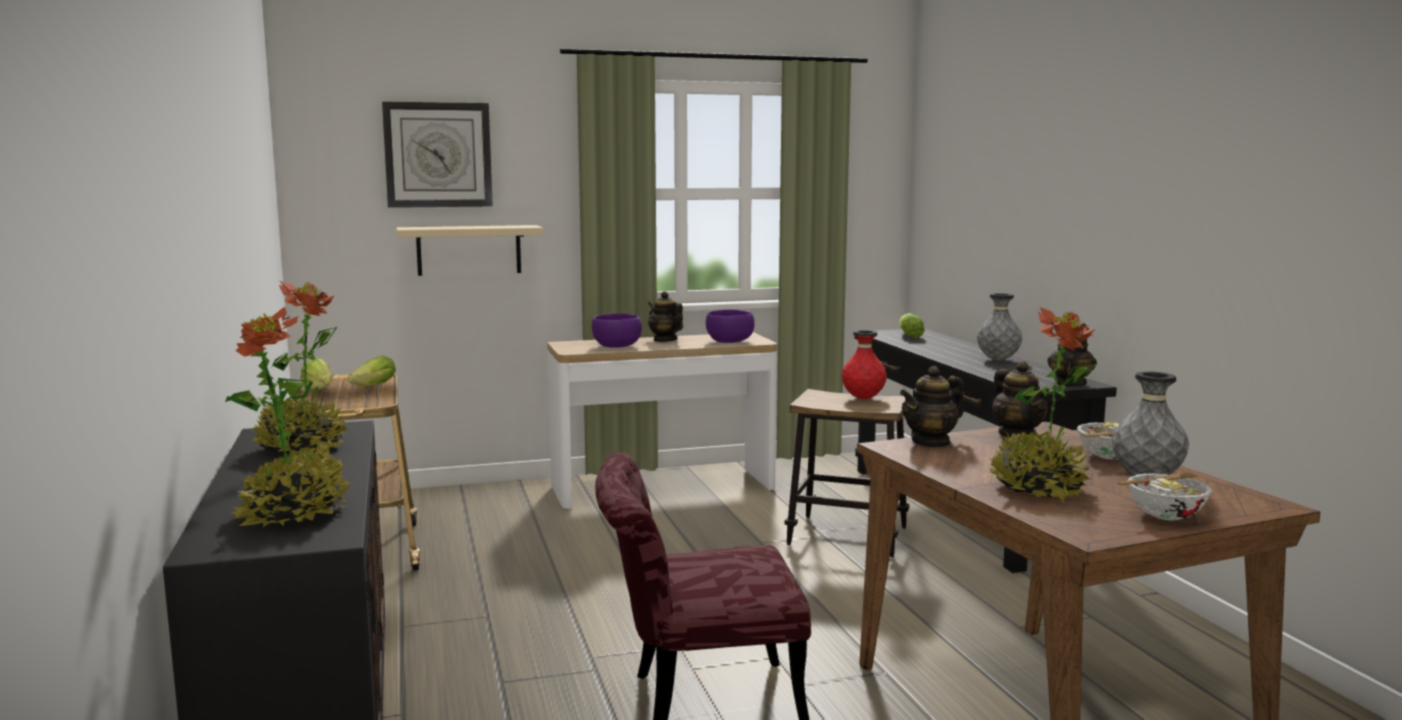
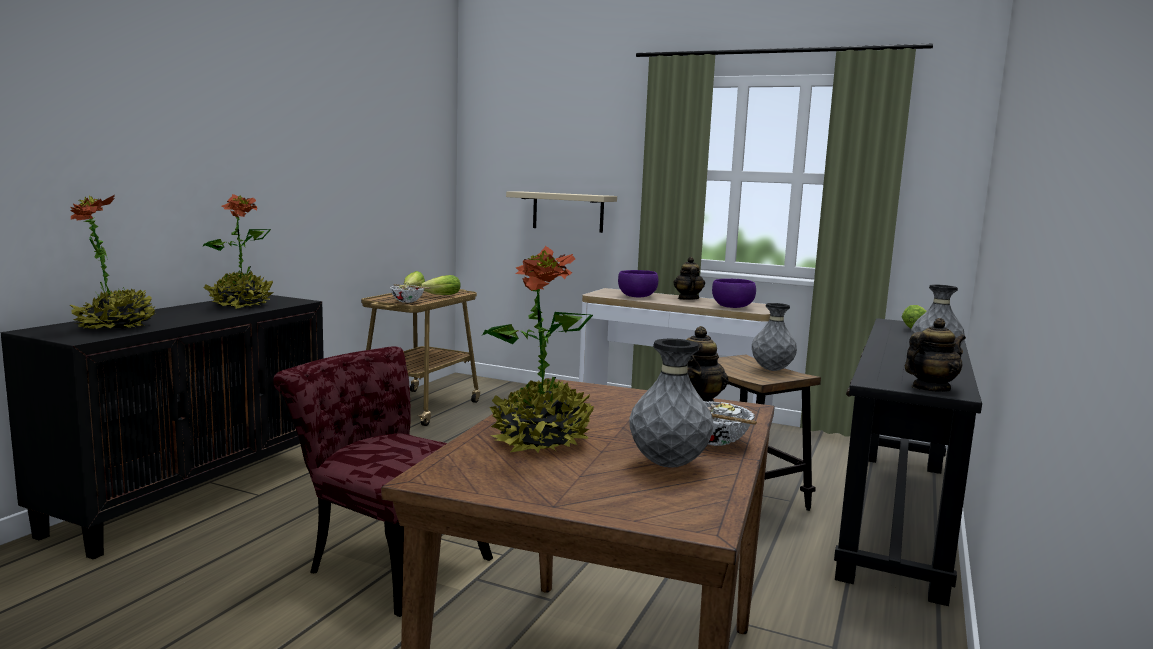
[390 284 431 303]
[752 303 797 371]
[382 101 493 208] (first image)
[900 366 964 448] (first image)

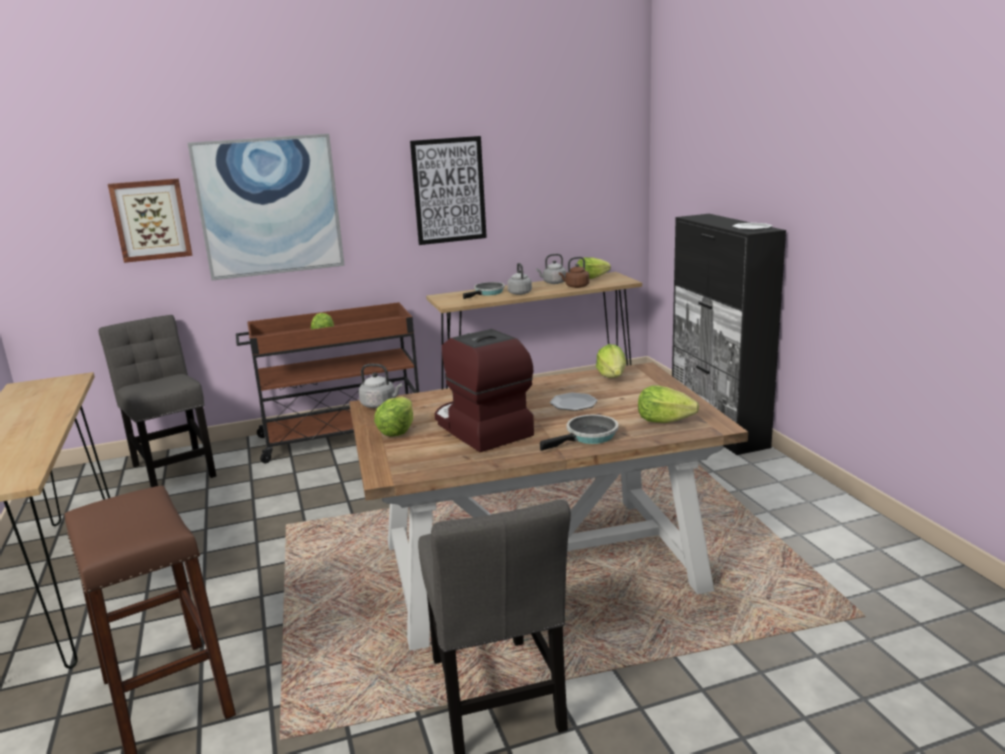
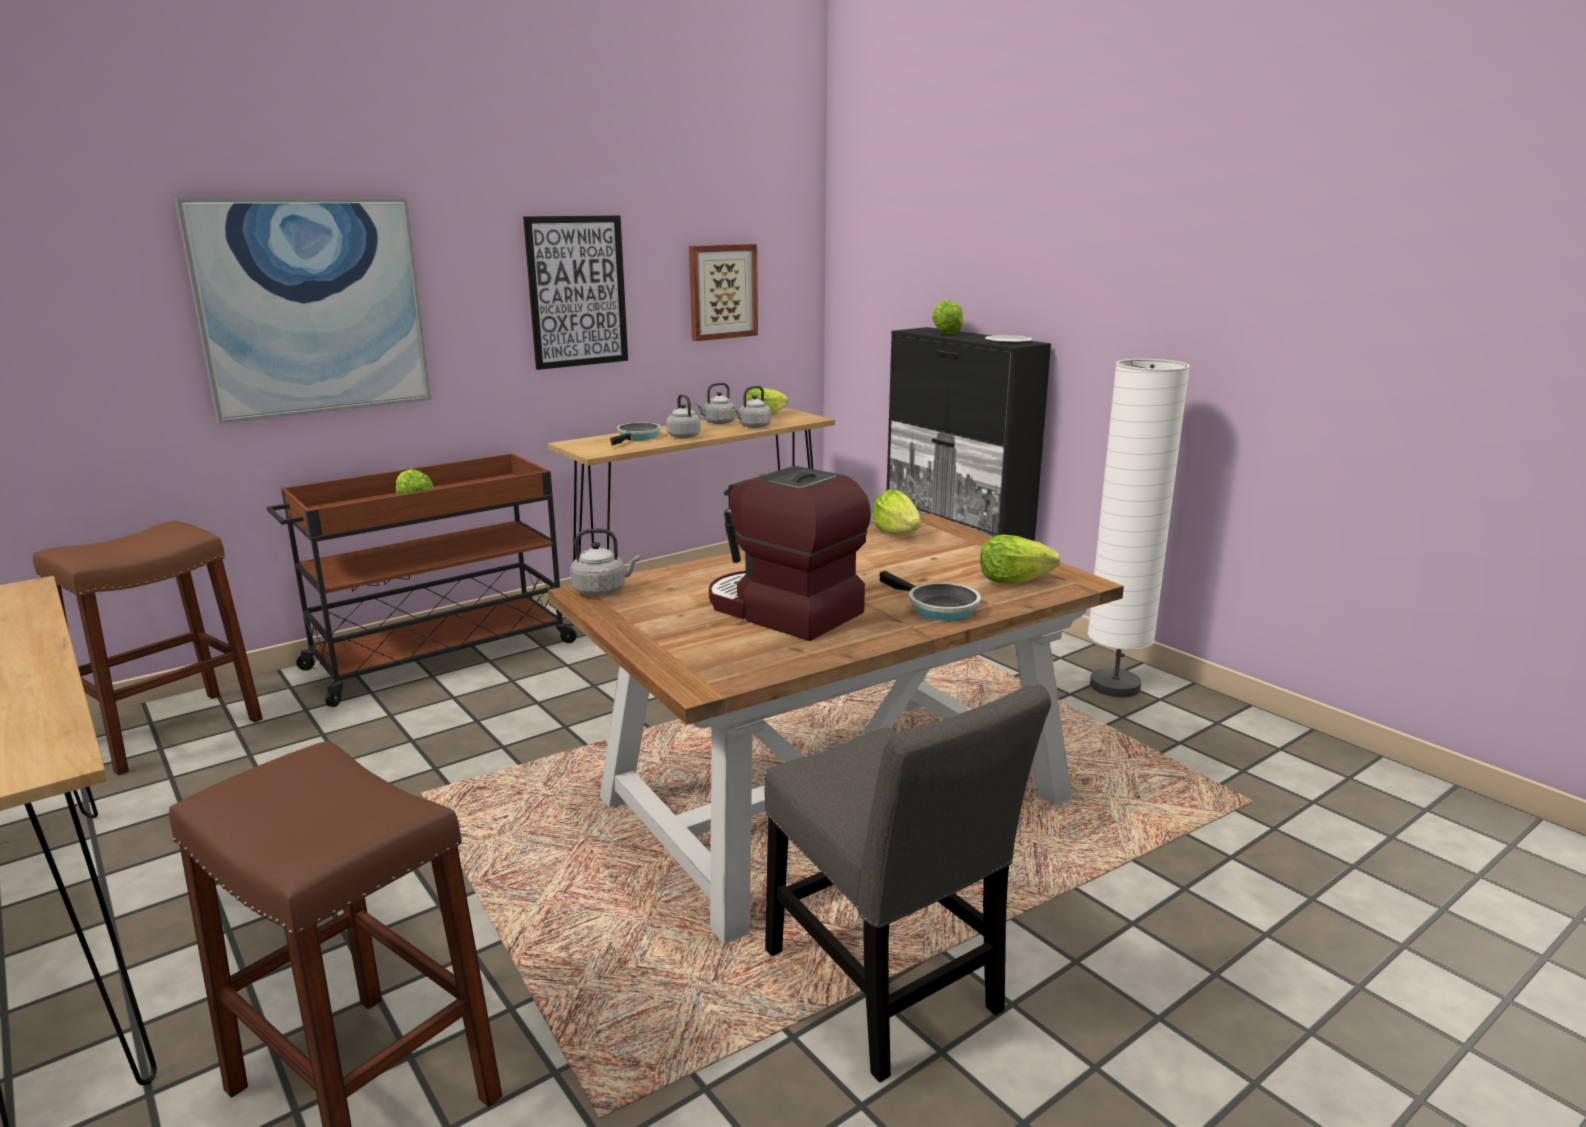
[33 521 263 775]
[689 244 758 341]
[732 386 771 428]
[880 571 981 621]
[932 300 964 334]
[1088 359 1190 697]
[550 393 598 411] (first image)

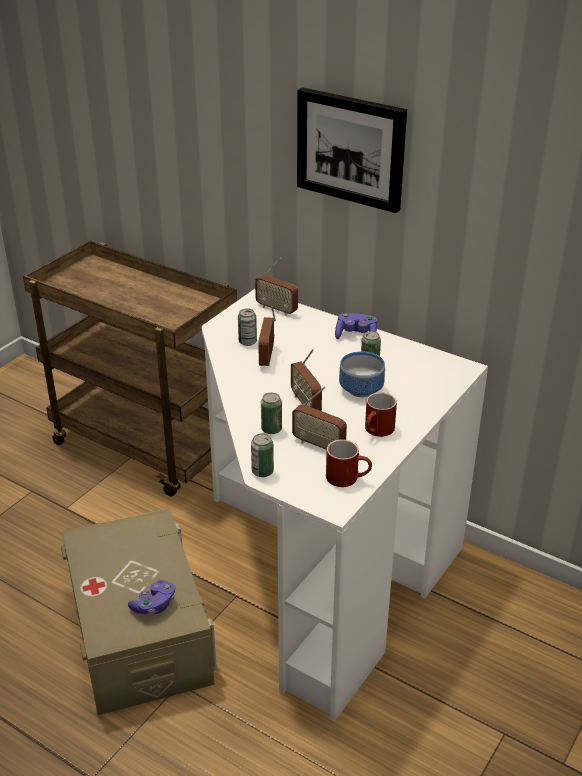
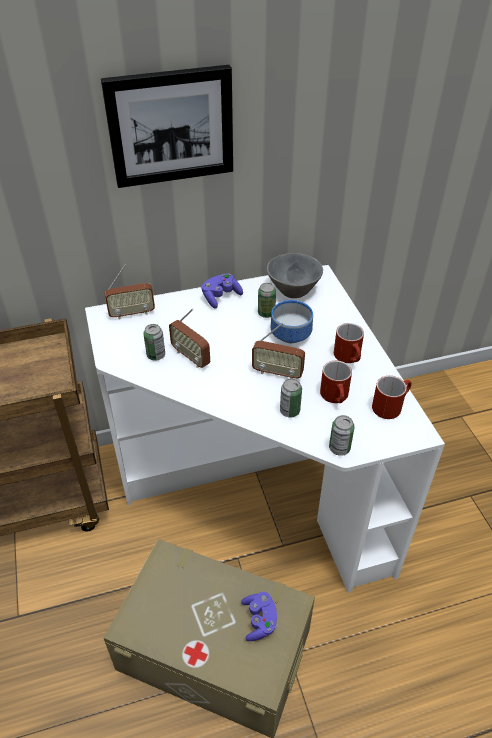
[267 253 323 298]
[320 361 352 403]

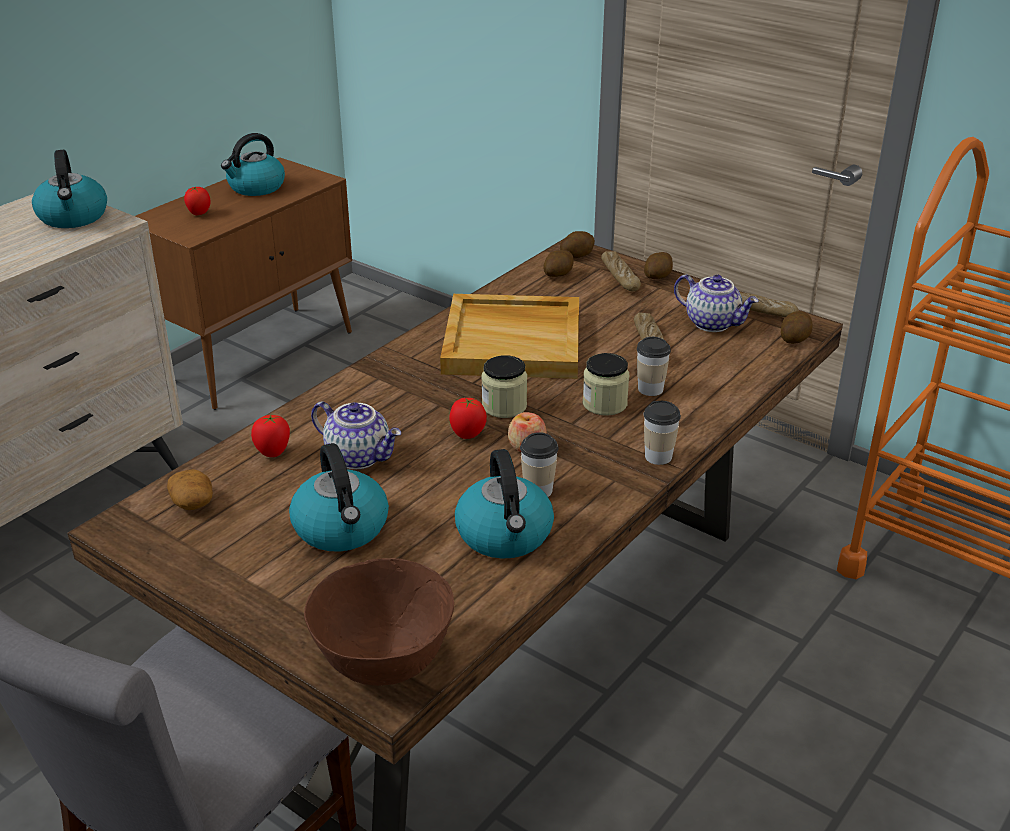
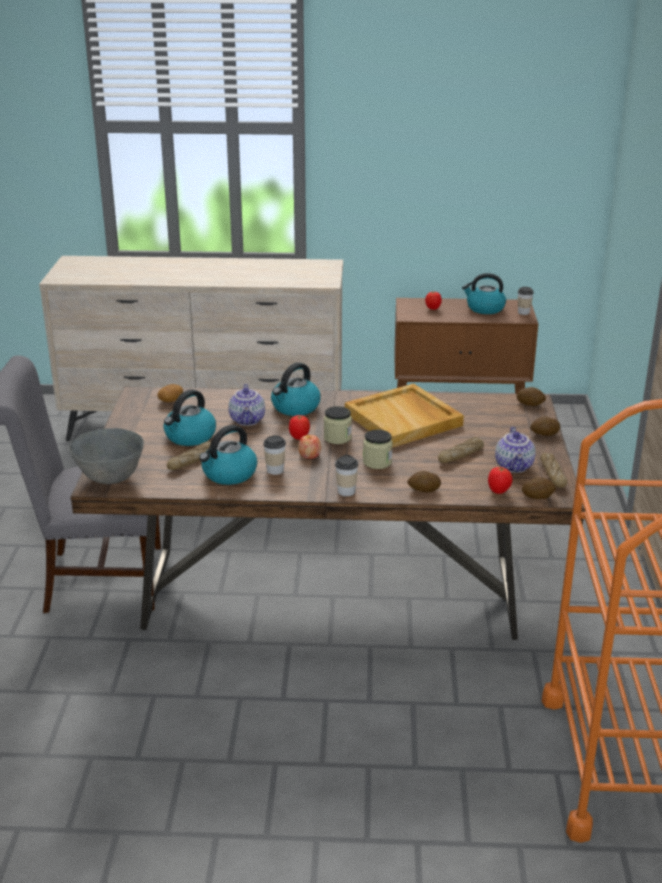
[69 428 144 484]
[167 441 211 470]
[271 363 321 416]
[407 471 441 492]
[488 467 513 494]
[518 287 534 315]

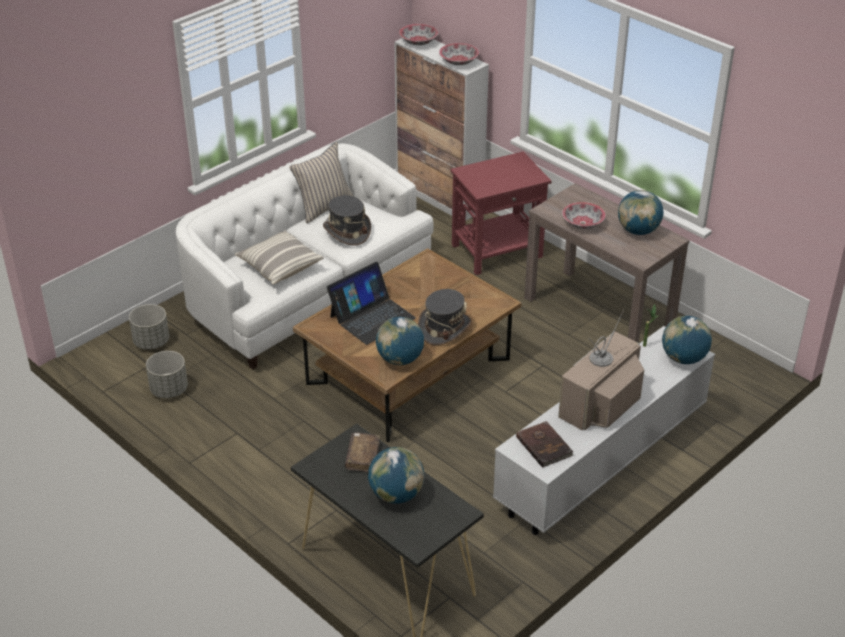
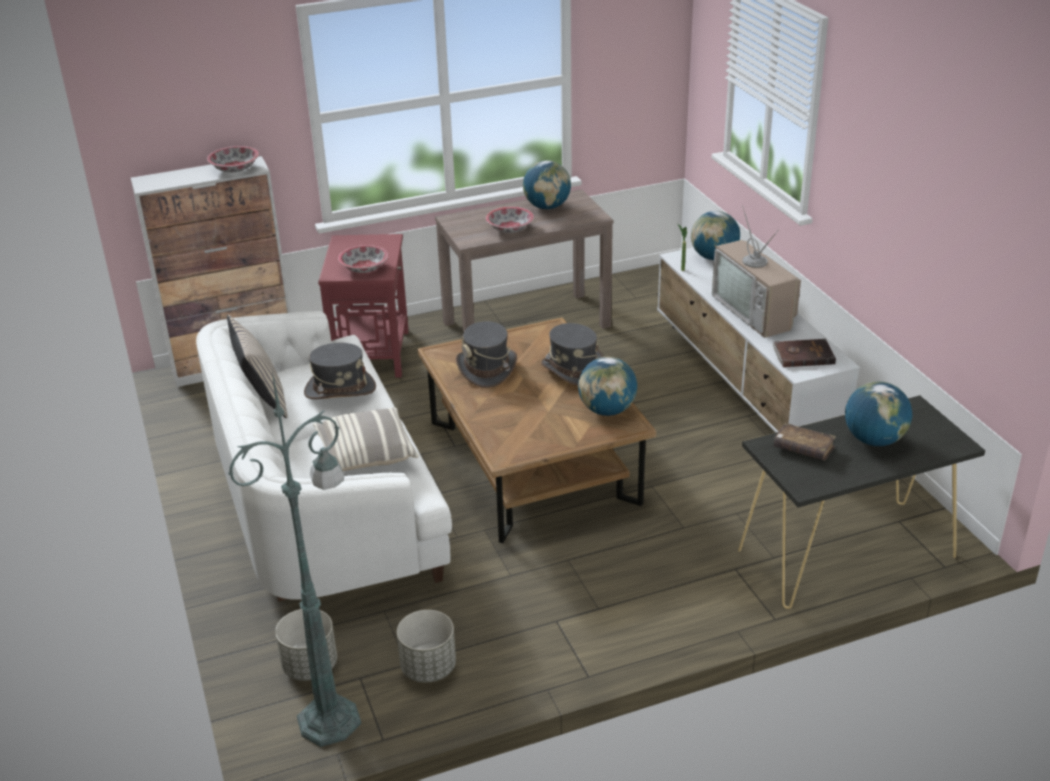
[228 371 361 747]
[338 245 388 273]
[456 321 517 388]
[327 262 416 345] (first image)

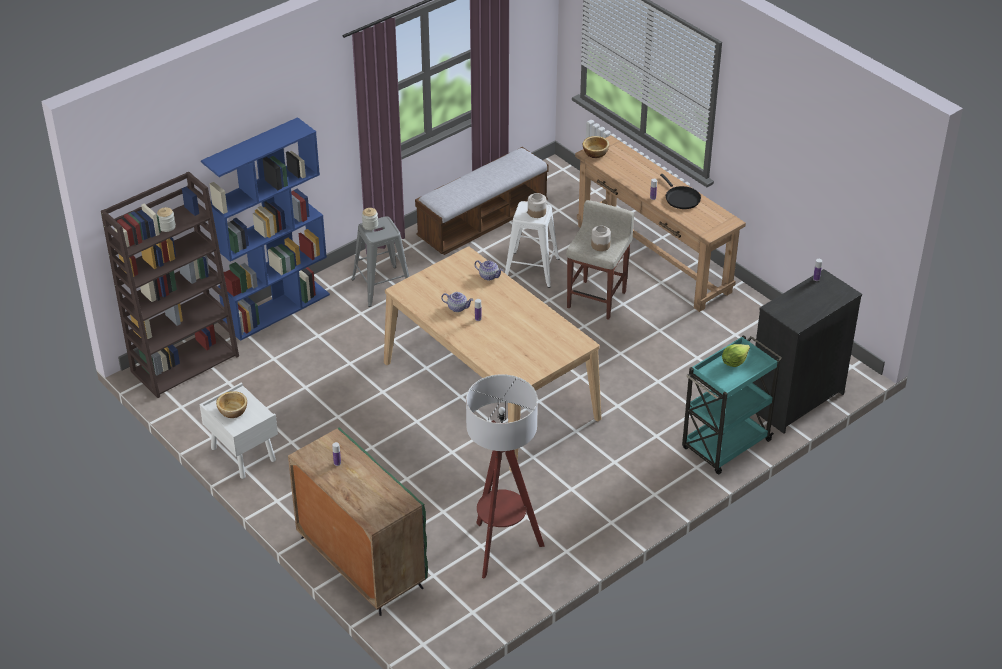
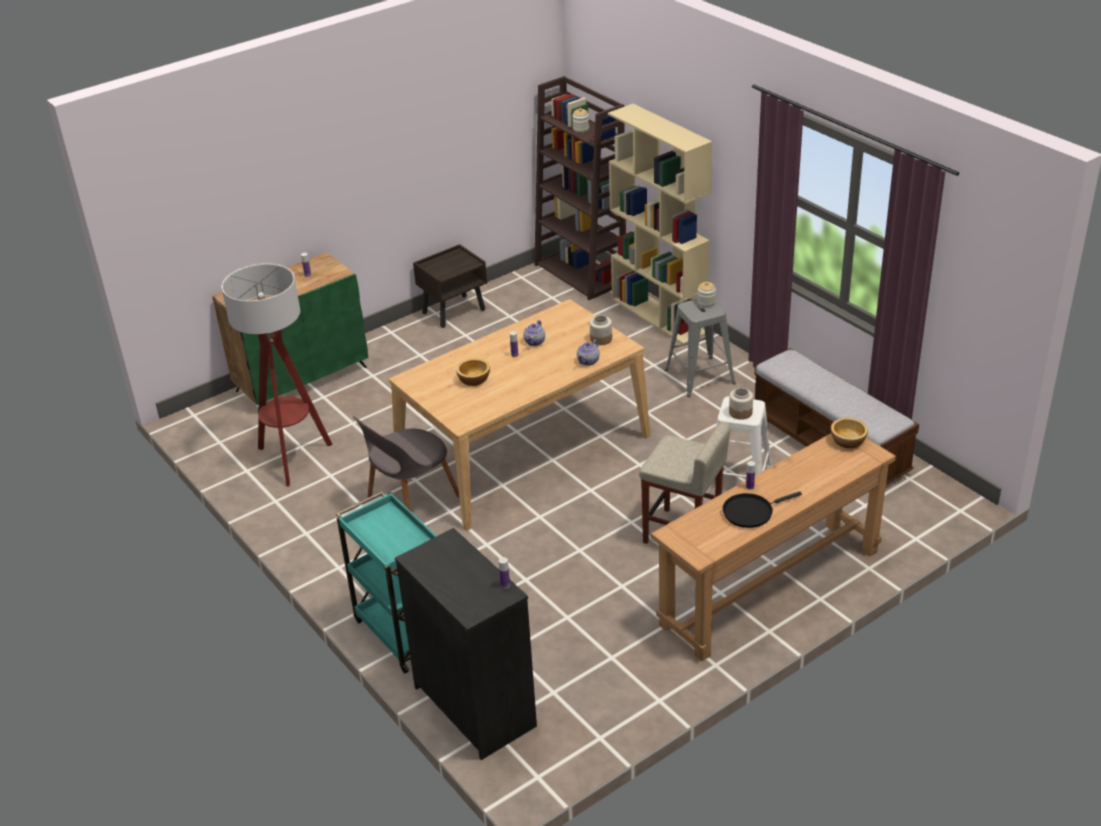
[353 416 459 510]
[413 244 487 328]
[456 358 490 386]
[590 315 612 345]
[608 104 712 344]
[722 344 750 367] (first image)

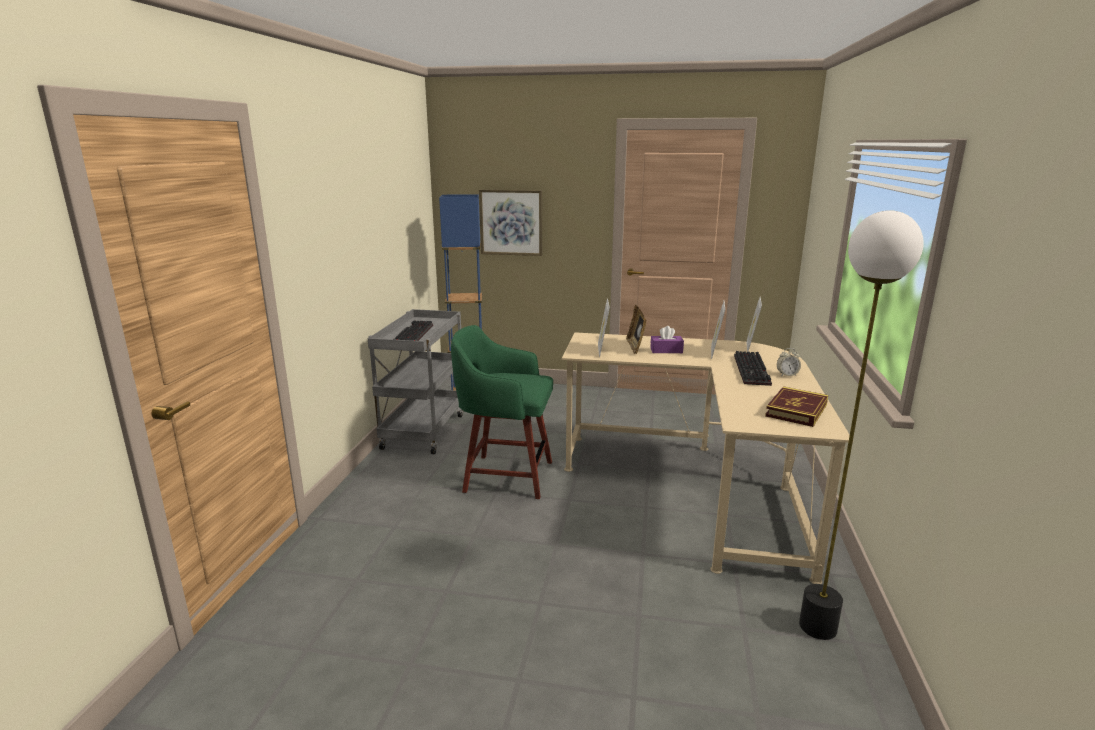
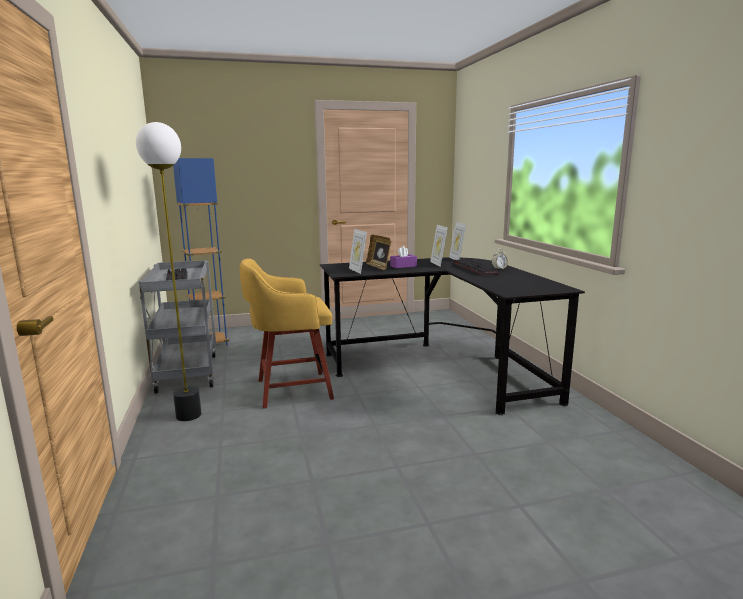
[136 122 202 421]
[240 259 334 409]
[320 257 585 415]
[479 190 542 256] (first image)
[765 386 828 427] (first image)

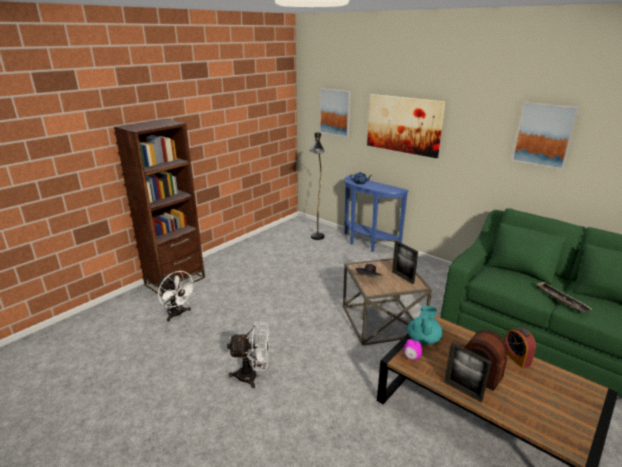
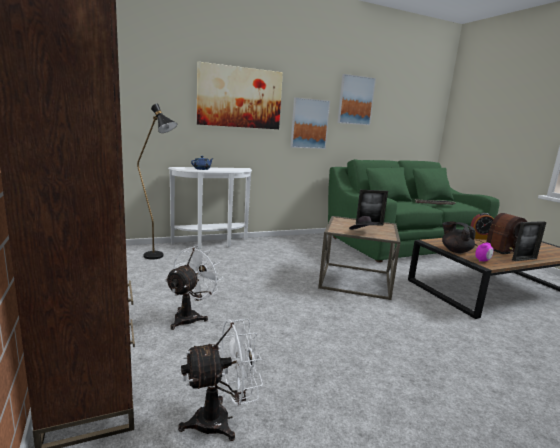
[165 245 223 330]
[168 167 252 249]
[291 97 330 149]
[442 222 476 253]

